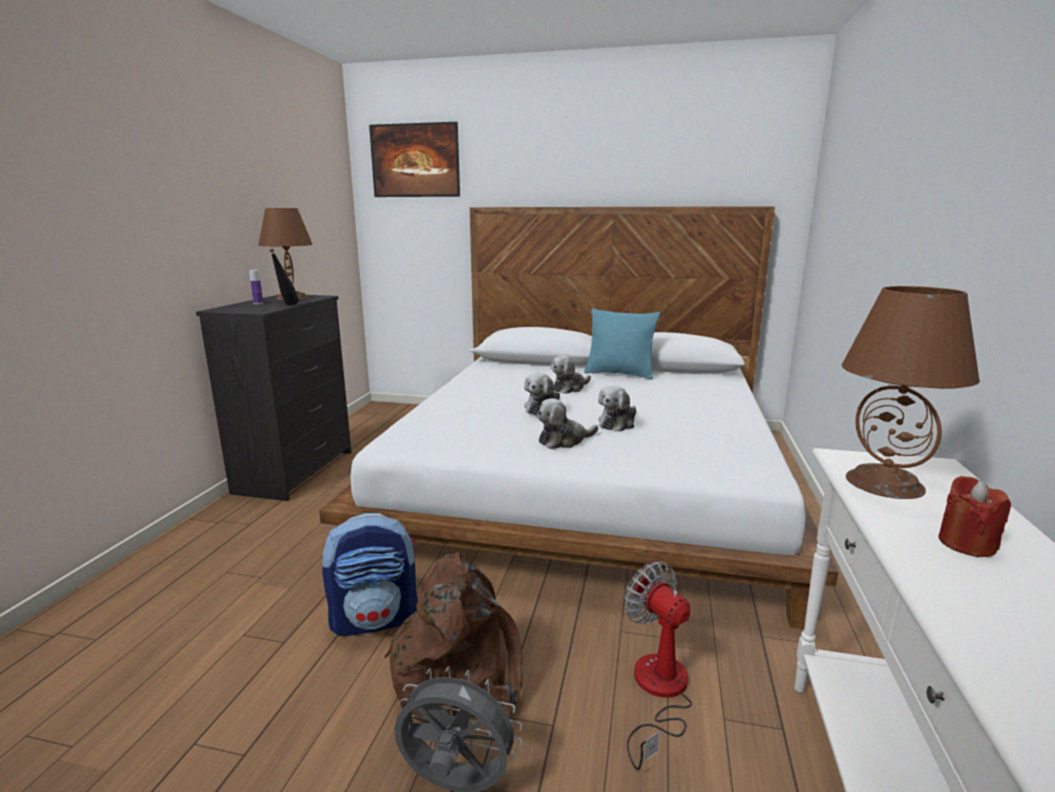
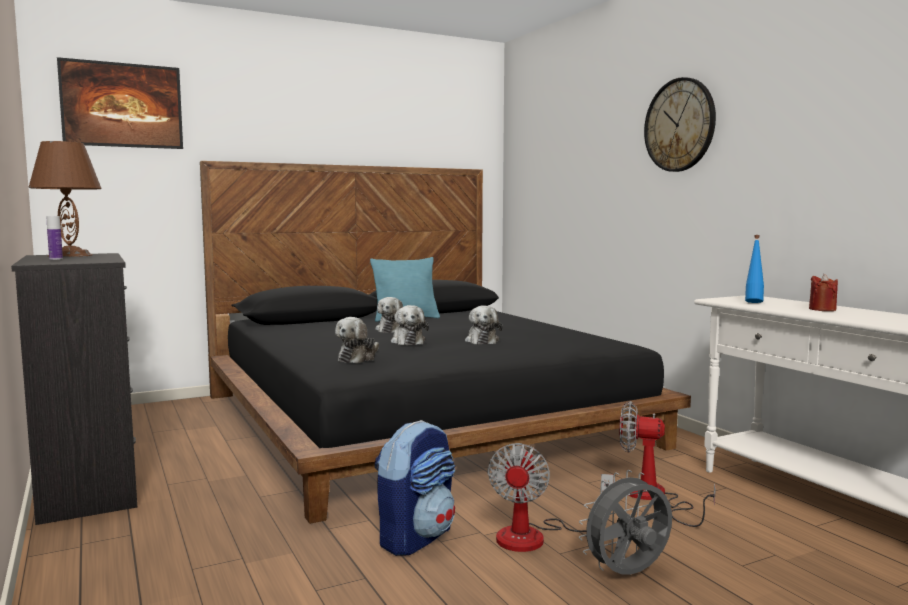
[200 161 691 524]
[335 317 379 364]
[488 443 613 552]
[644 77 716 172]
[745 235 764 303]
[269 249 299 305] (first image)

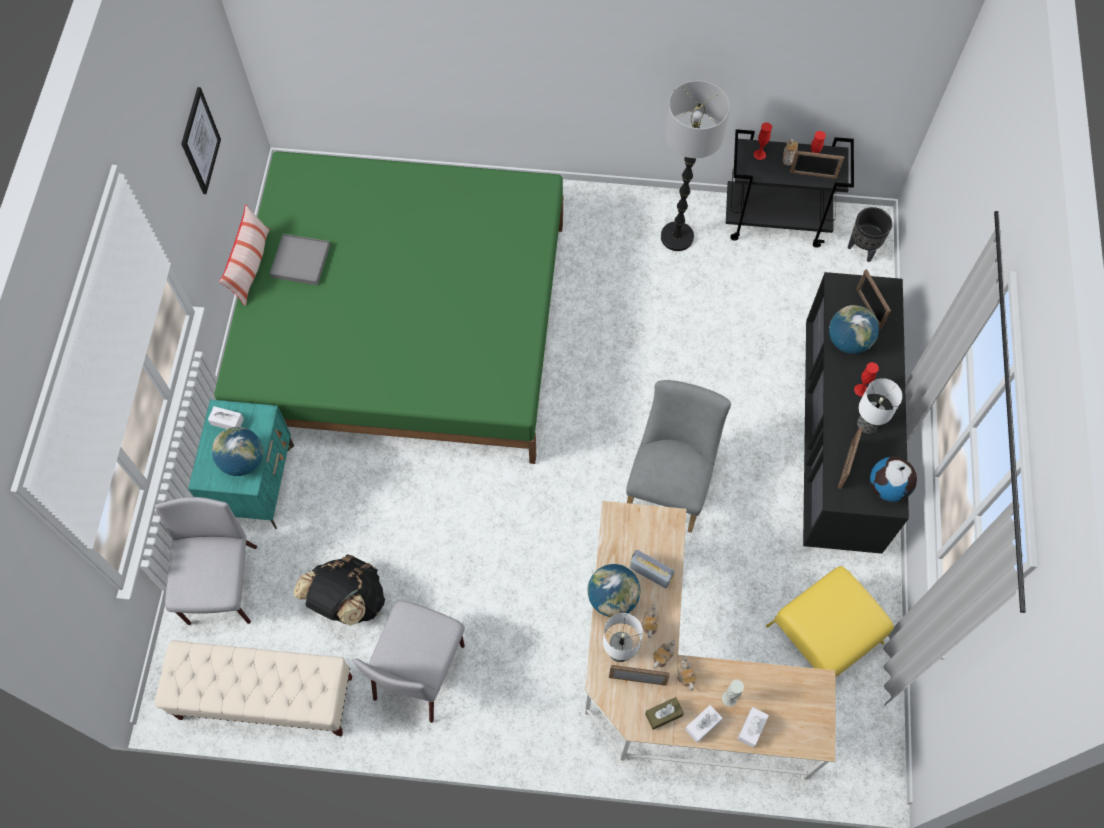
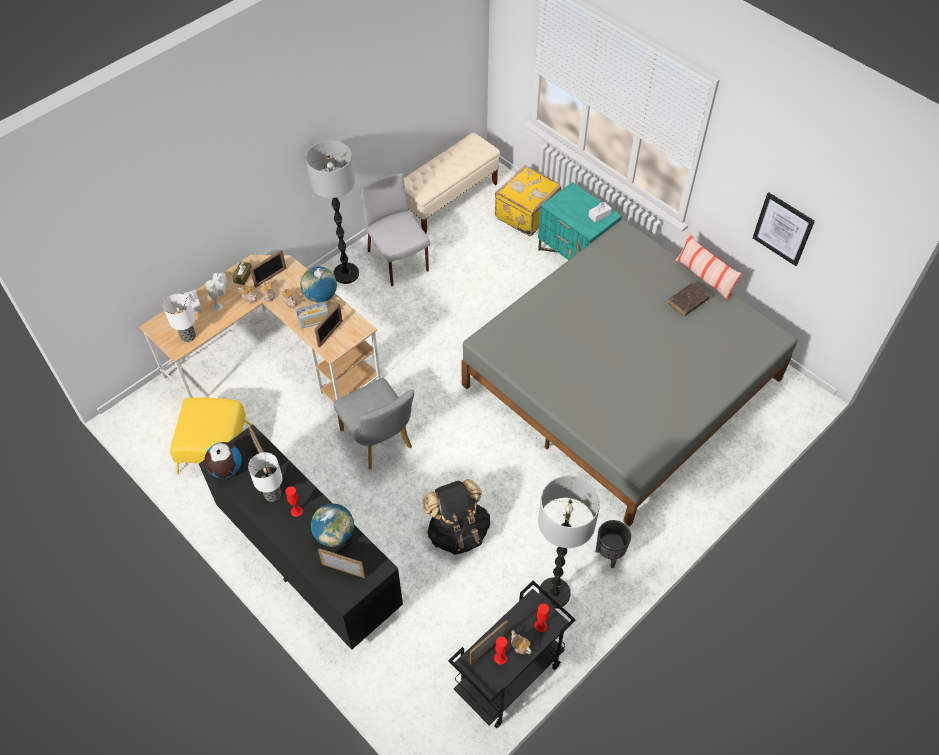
[163 294 196 342]
[306 141 359 284]
[314 303 343 347]
[423 479 490 555]
[461 220 798 527]
[495 165 561 236]
[595 520 631 568]
[668 283 710 316]
[212 427 263 476] (first image)

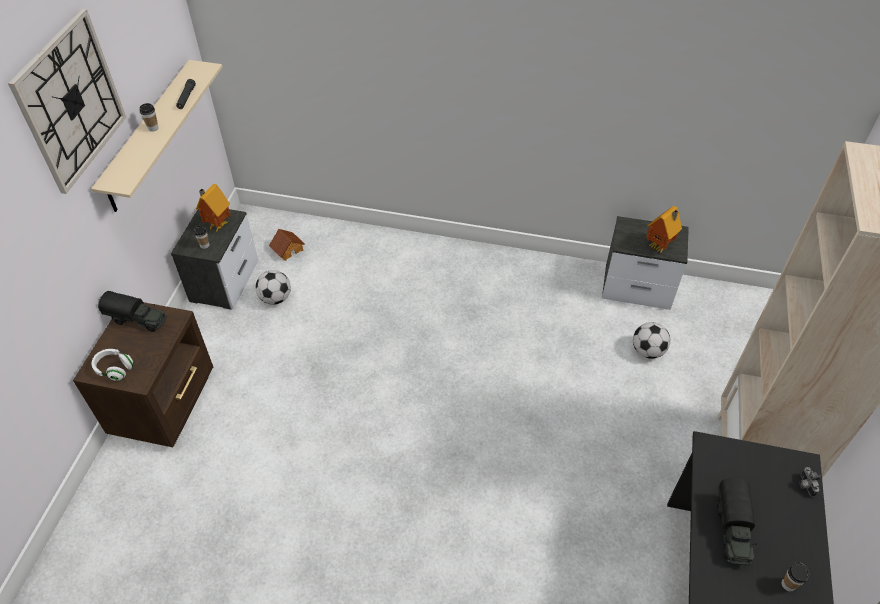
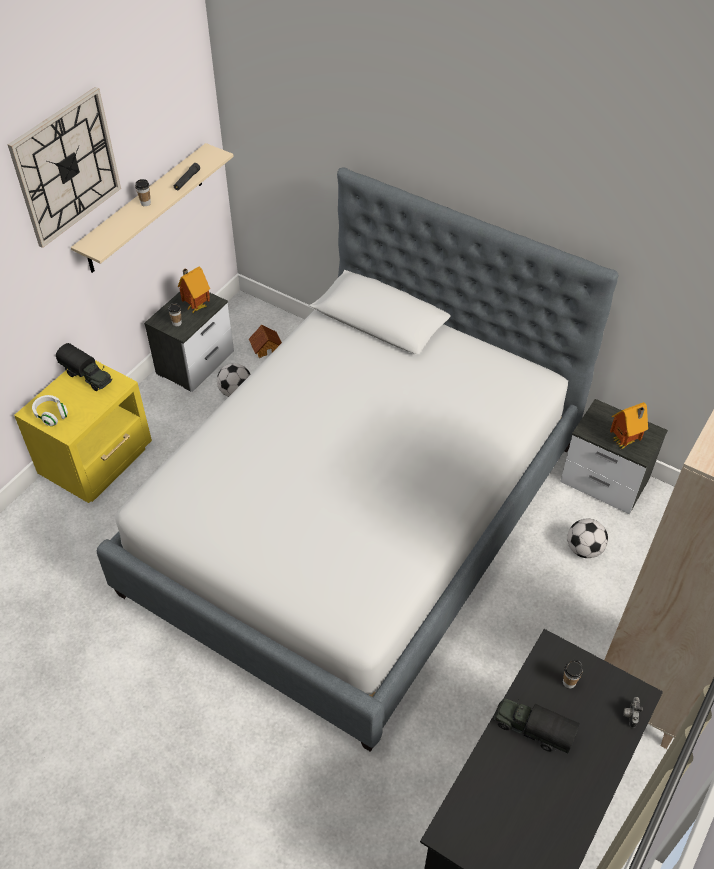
[14 360 152 503]
[97 167 619 752]
[494 698 580 753]
[563 660 583 688]

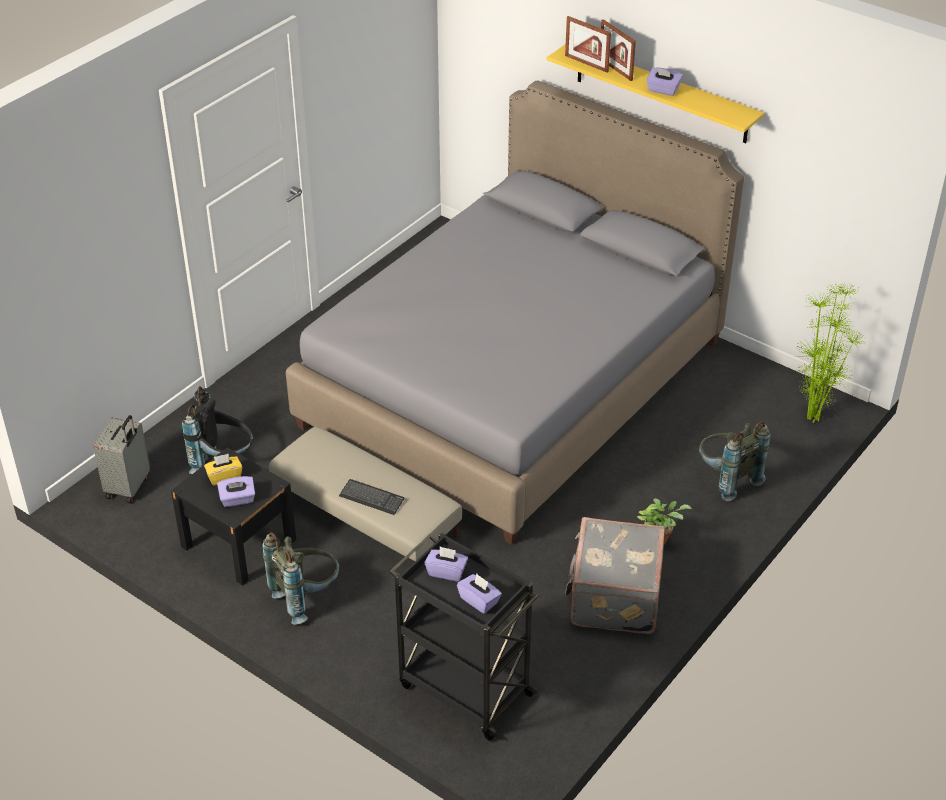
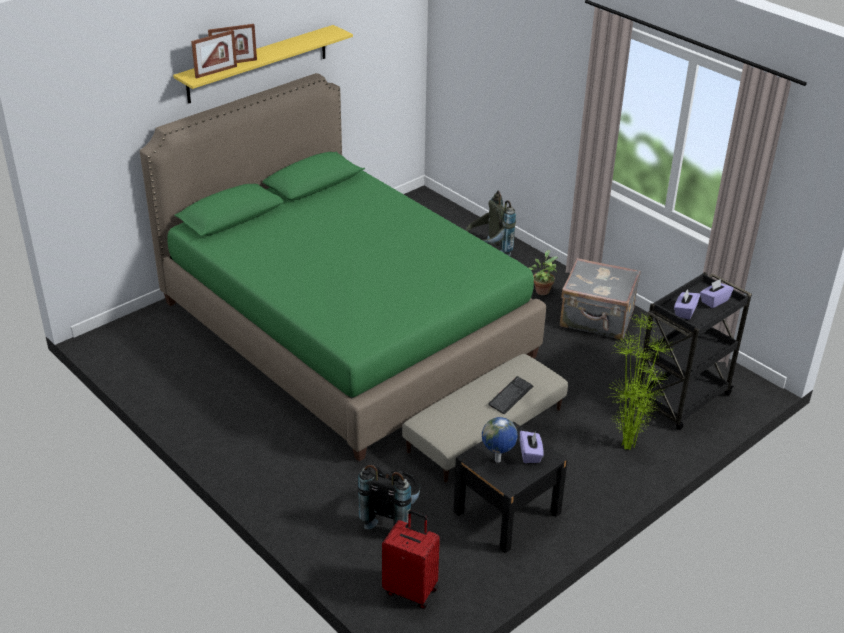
[140 73 546 461]
[382 510 440 609]
[482 417 518 463]
[604 312 674 450]
[262 532 339 625] (first image)
[646 68 683 96] (first image)

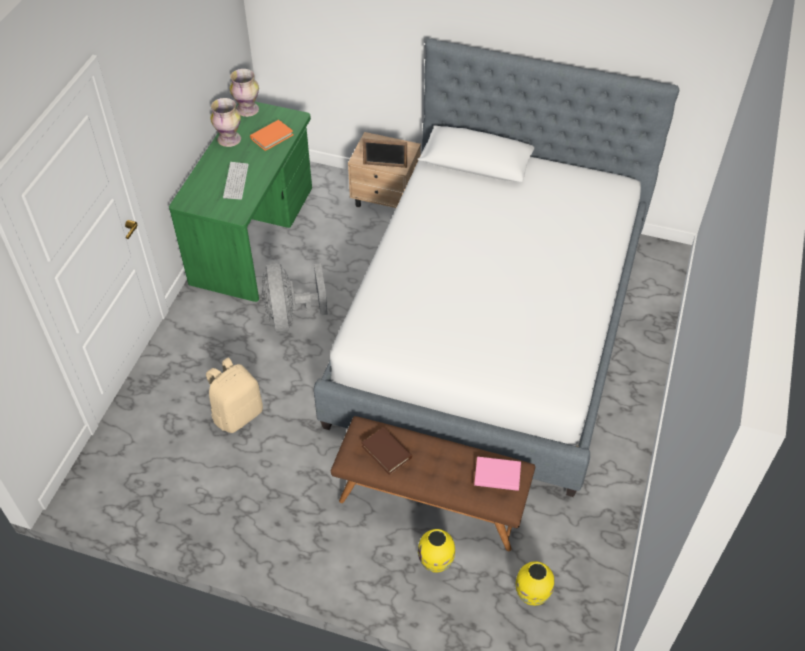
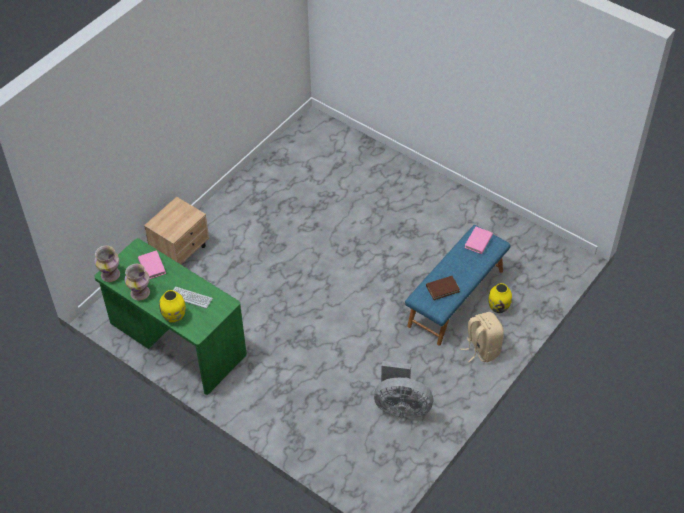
[138 250 166 279]
[159 290 186 323]
[374 361 433 418]
[405 225 511 346]
[460 312 504 362]
[314 39 679 497] (first image)
[362 139 407 168] (first image)

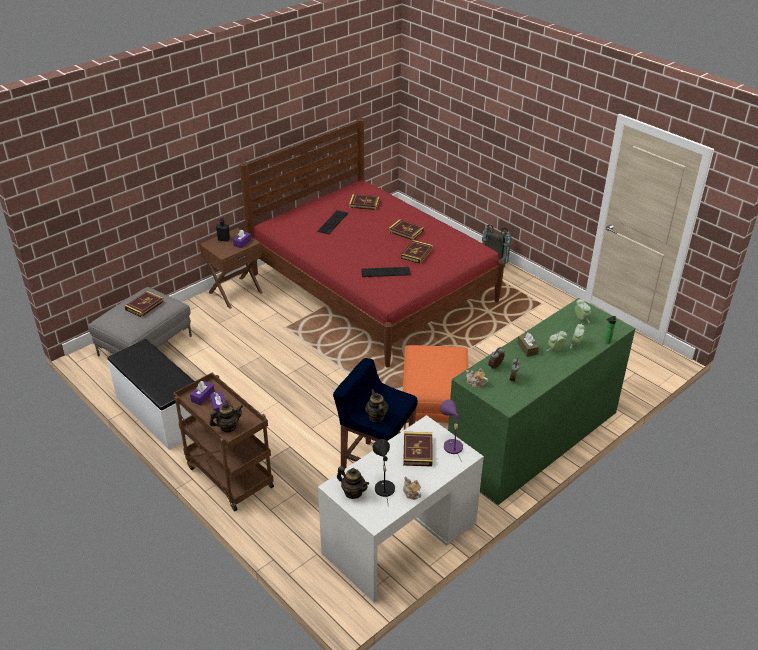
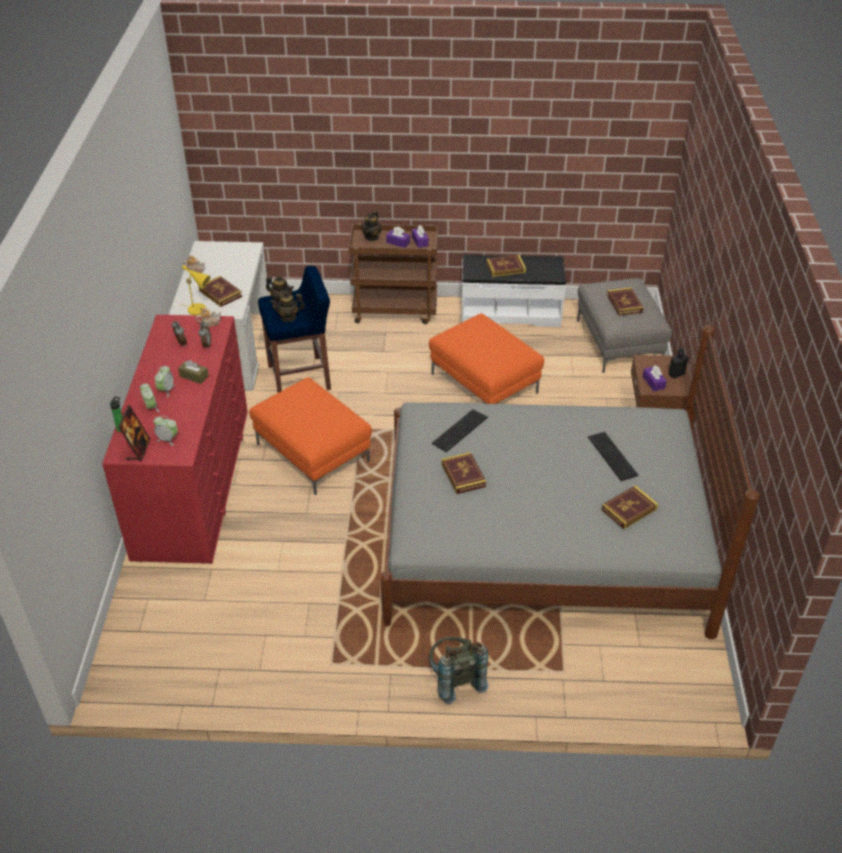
[102 315 248 564]
[118 405 150 461]
[182 265 210 315]
[270 291 305 322]
[380 325 760 639]
[429 313 544 404]
[486 255 526 277]
[373 439 395 503] (first image)

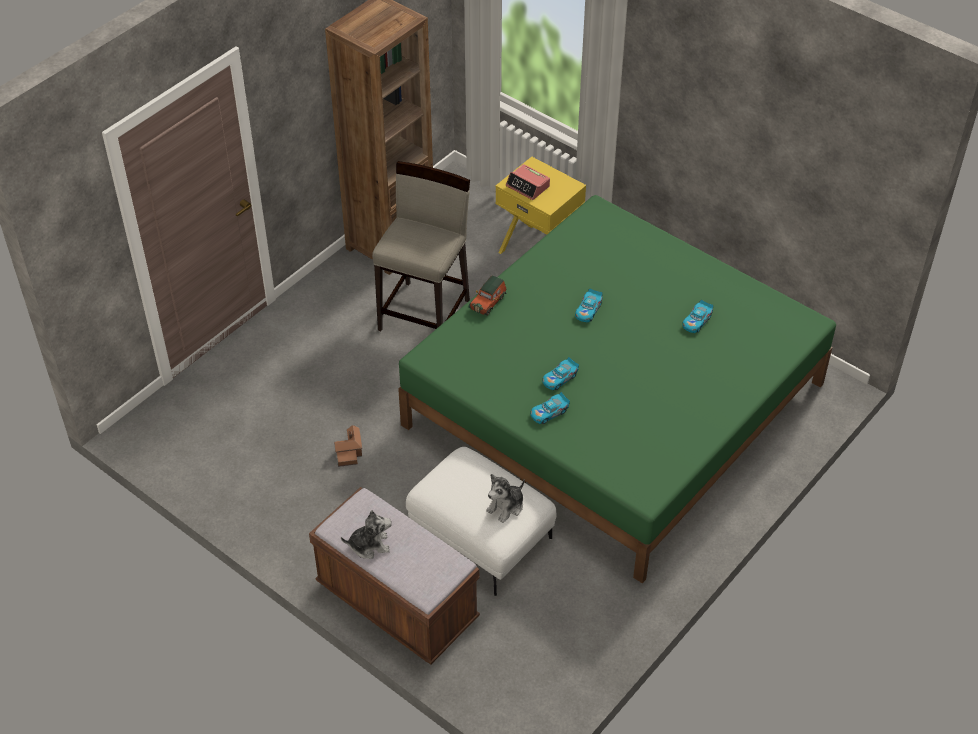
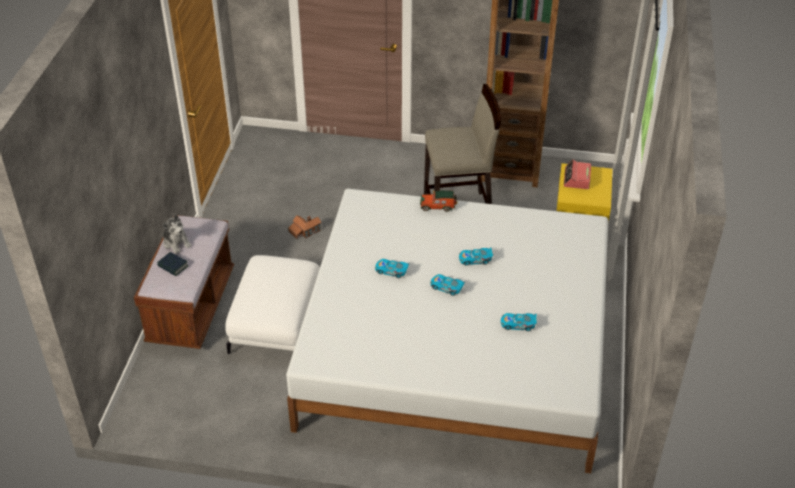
[157 252 188 276]
[286 189 608 473]
[430 274 465 296]
[486 474 525 523] (first image)

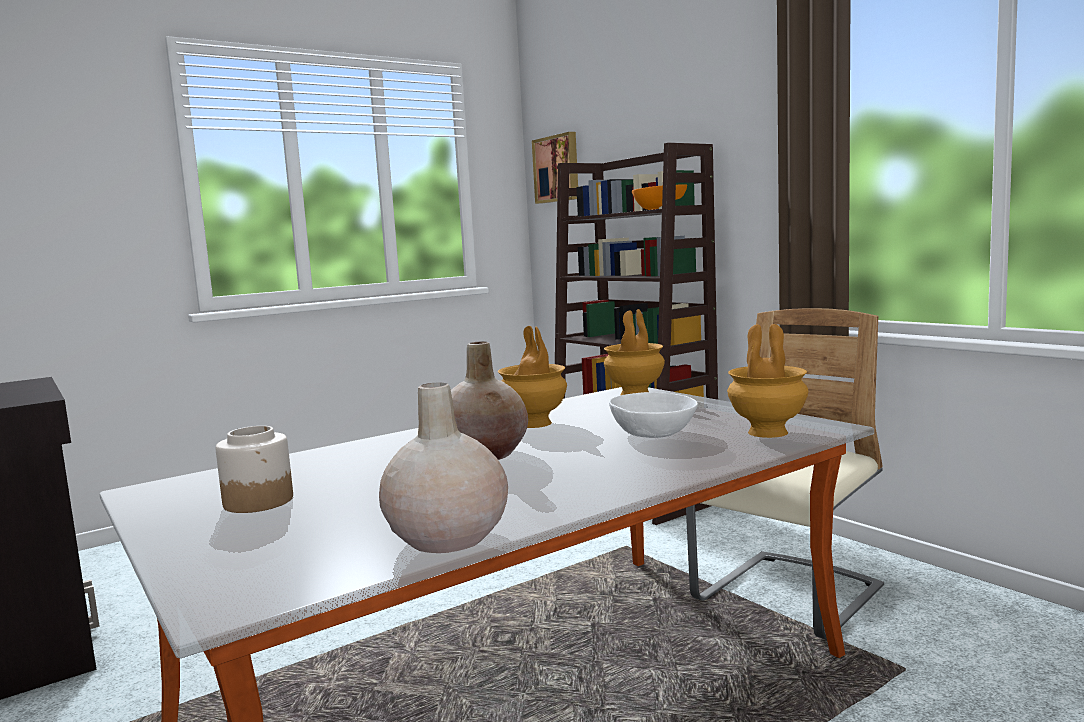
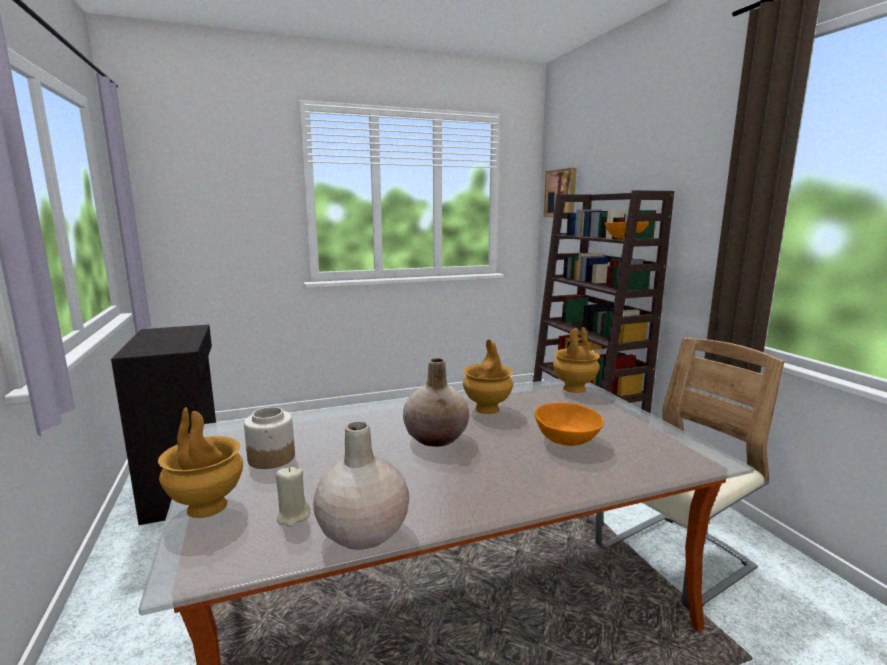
[158 407 243 518]
[276 467 310 527]
[535 403 604 446]

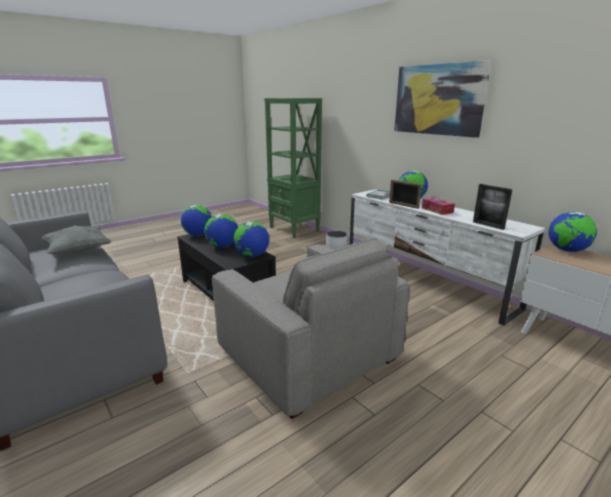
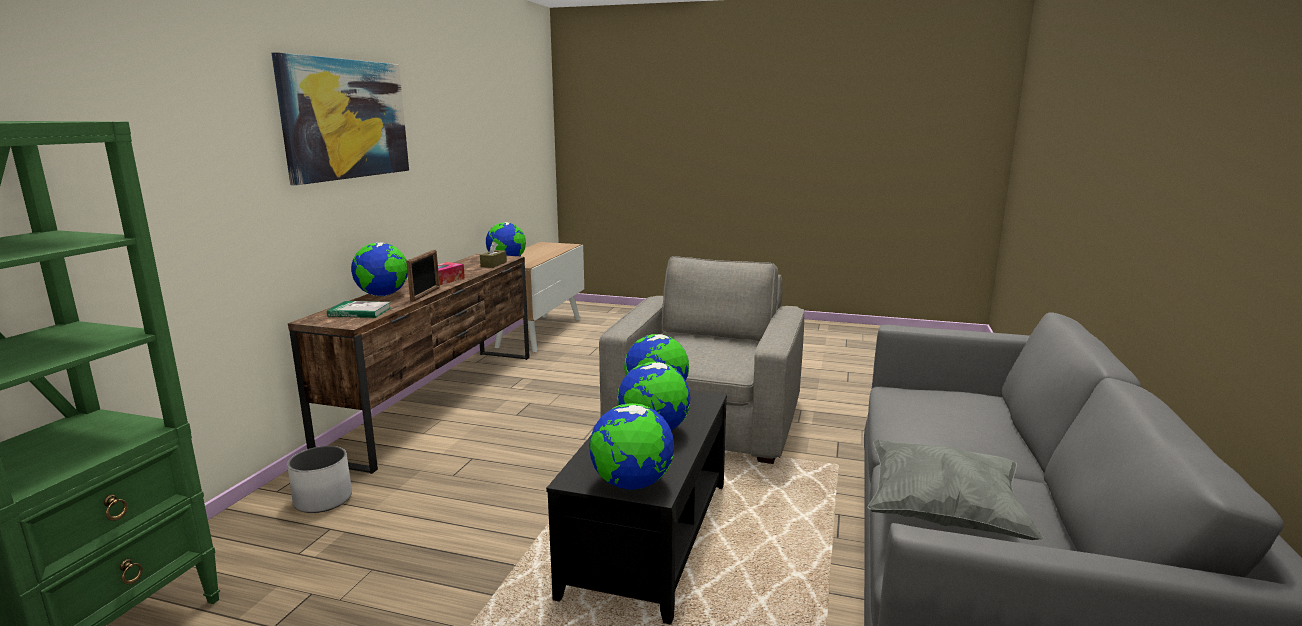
[288 254 530 474]
[480 241 507 268]

